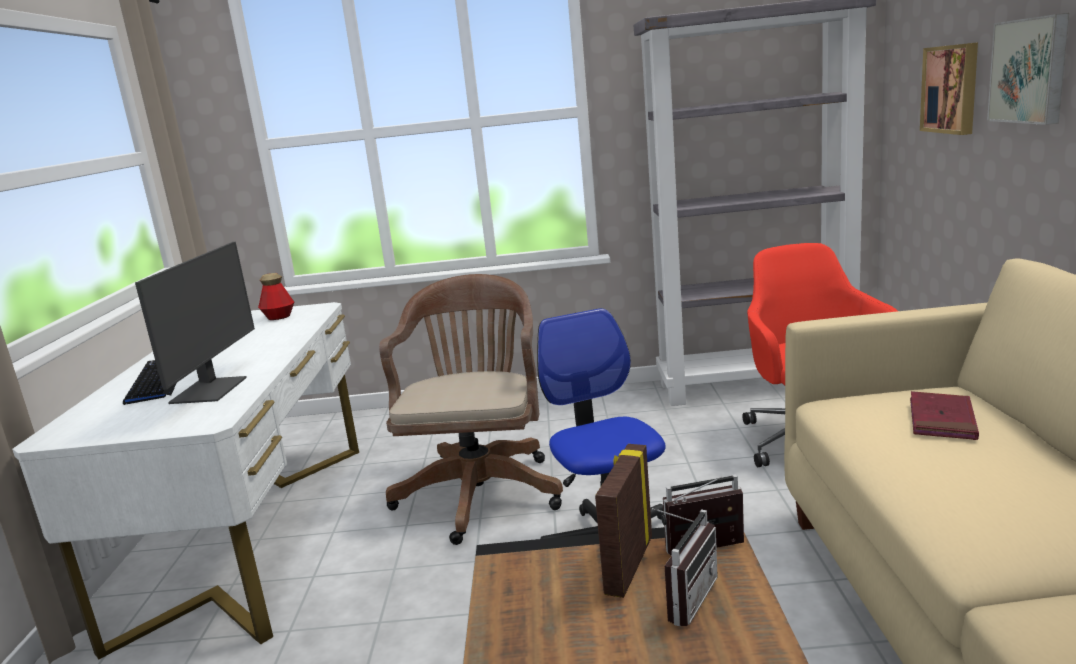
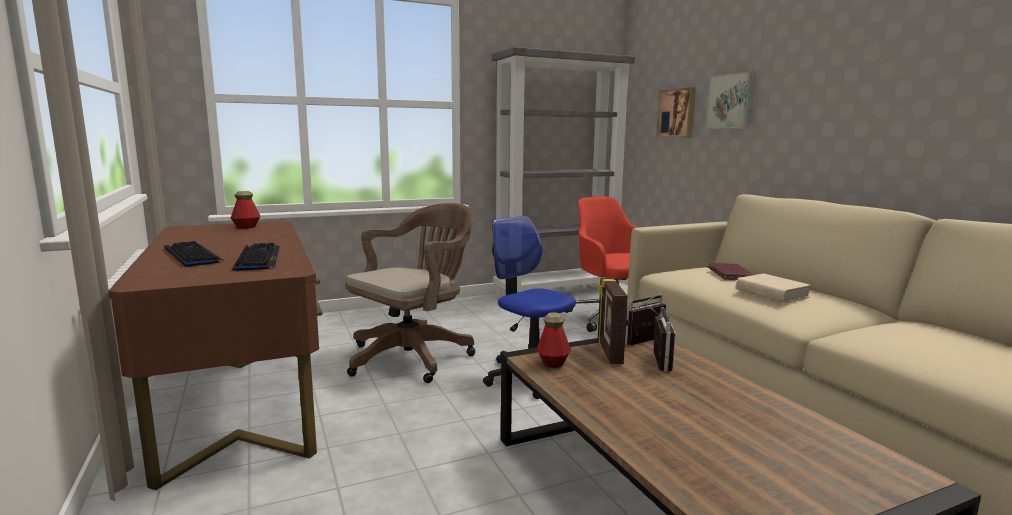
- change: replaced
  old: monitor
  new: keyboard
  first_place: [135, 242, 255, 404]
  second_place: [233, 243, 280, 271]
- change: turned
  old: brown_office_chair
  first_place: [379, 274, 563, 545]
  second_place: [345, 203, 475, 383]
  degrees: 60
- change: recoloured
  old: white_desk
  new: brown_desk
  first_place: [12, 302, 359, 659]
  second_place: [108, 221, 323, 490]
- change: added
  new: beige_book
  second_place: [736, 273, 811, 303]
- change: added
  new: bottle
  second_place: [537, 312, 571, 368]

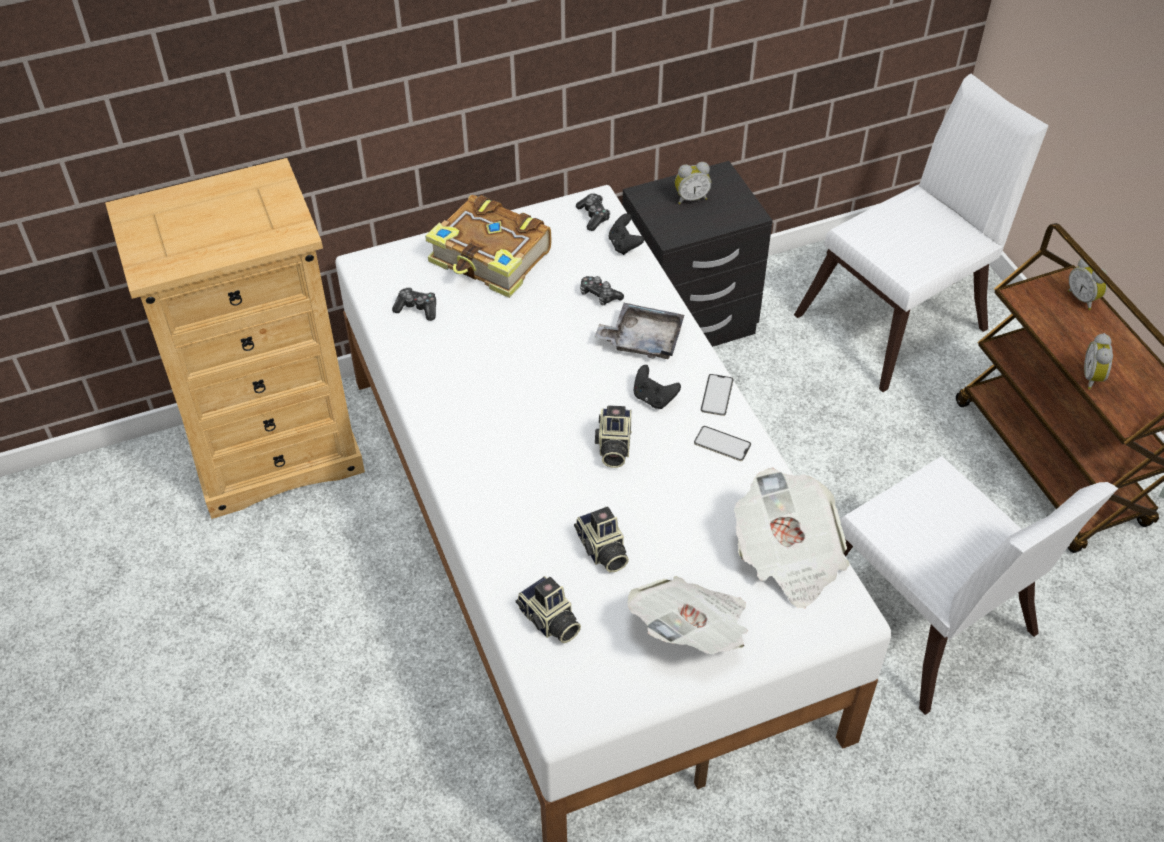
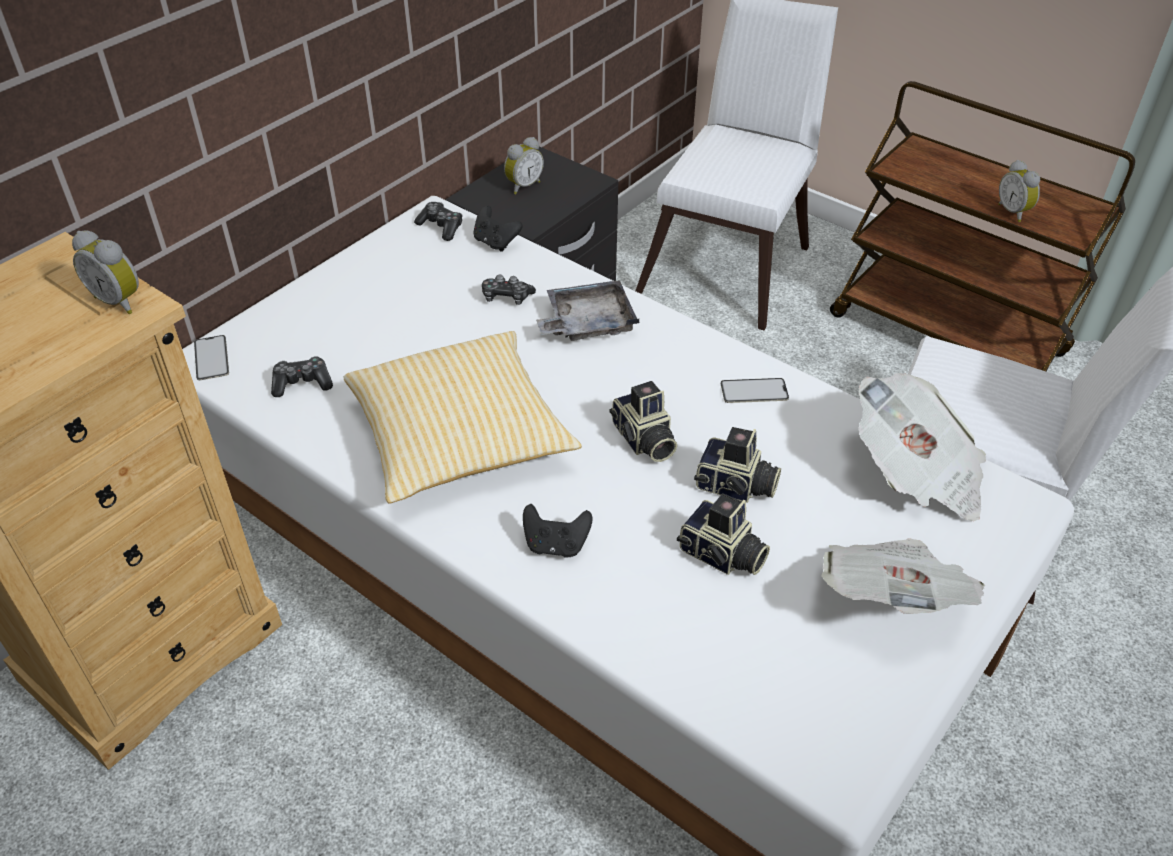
- change: removed
  old: book
  first_place: [425, 195, 551, 298]
- change: moved
  old: alarm_clock
  first_place: [1068, 258, 1108, 310]
  second_place: [72, 230, 139, 314]
- change: moved
  old: black_game_controller
  first_place: [633, 365, 681, 409]
  second_place: [523, 504, 592, 558]
- change: moved
  old: phone
  first_place: [701, 374, 734, 416]
  second_place: [194, 335, 229, 380]
- change: moved
  old: photo_camera
  first_place: [516, 576, 581, 643]
  second_place: [694, 427, 781, 503]
- change: added
  new: pillow
  second_place: [343, 331, 582, 504]

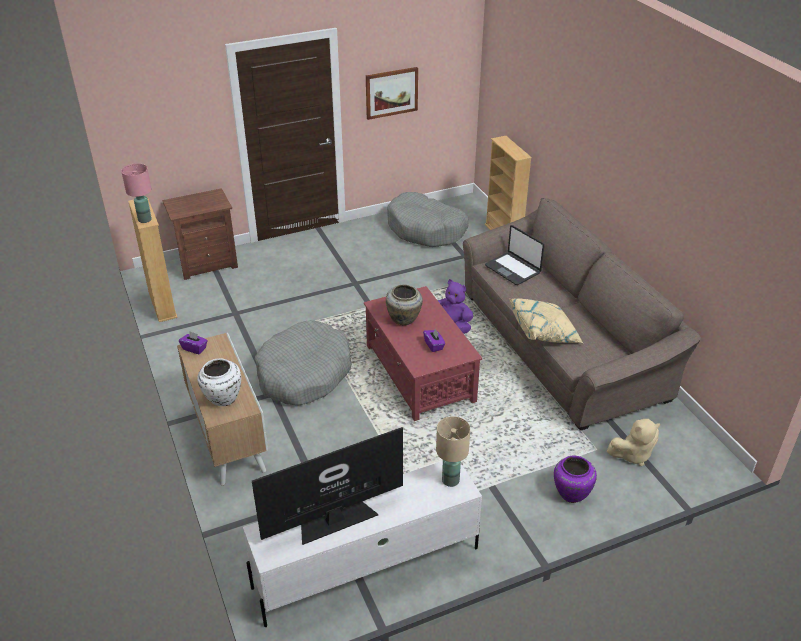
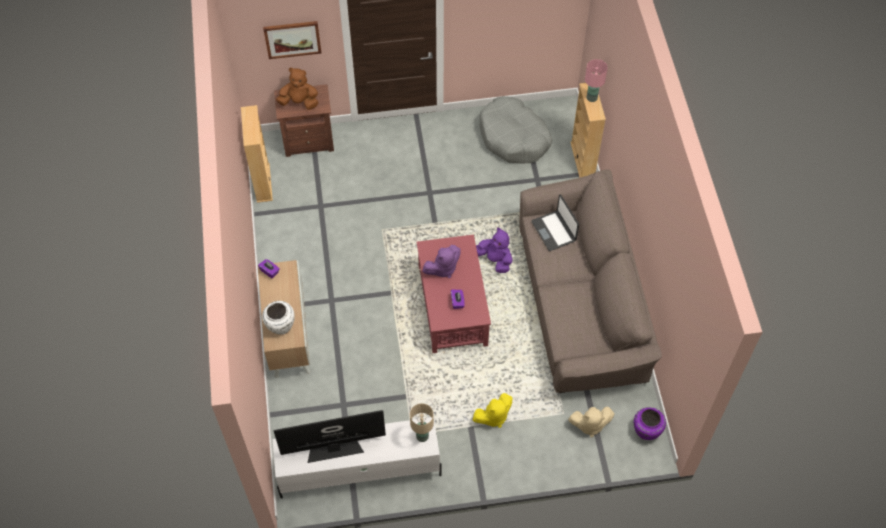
- change: moved
  old: picture
  first_place: [366, 67, 418, 120]
  second_place: [263, 21, 321, 59]
- change: moved
  old: pink_table_lamp
  first_place: [121, 163, 152, 223]
  second_place: [585, 59, 608, 102]
- change: replaced
  old: beige_vase
  new: purple_plush_toy
  first_place: [386, 285, 423, 325]
  second_place: [422, 245, 460, 278]
- change: removed
  old: beige_pillow
  first_place: [509, 298, 583, 343]
- change: removed
  old: grey_dog_bed
  first_place: [255, 320, 352, 405]
- change: moved
  old: purple_vase
  first_place: [554, 456, 597, 503]
  second_place: [634, 407, 666, 440]
- change: added
  new: brown_plush_toy
  second_place: [276, 68, 318, 110]
- change: added
  new: yellow_plush_toy
  second_place: [473, 393, 512, 428]

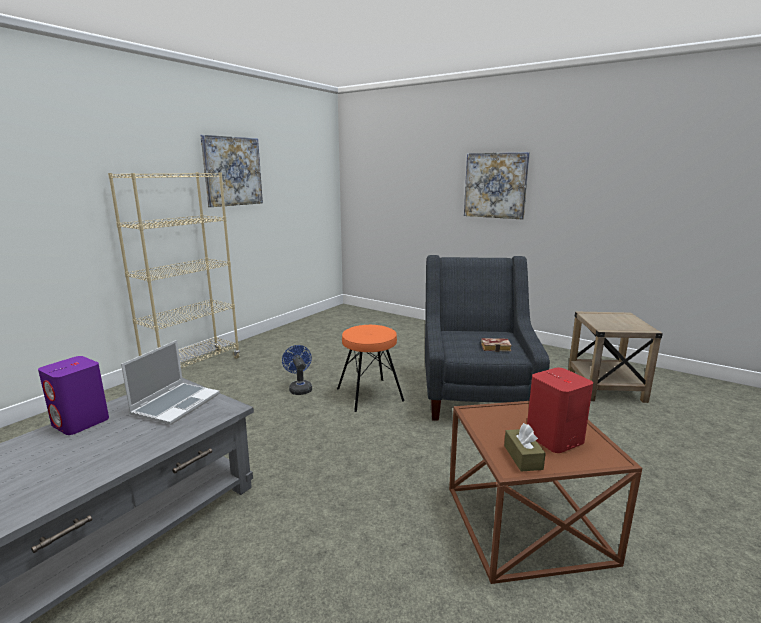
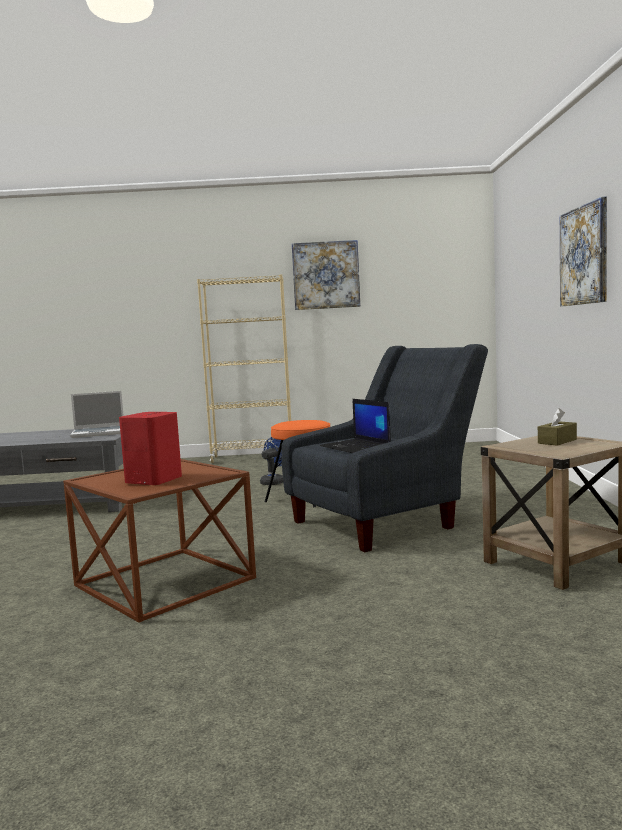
- change: replaced
  old: book
  new: laptop
  first_place: [481, 338, 512, 352]
  second_place: [320, 399, 391, 453]
- change: removed
  old: purple_speaker
  first_place: [38, 356, 109, 435]
- change: moved
  old: brown_tissue_box
  first_place: [504, 423, 546, 472]
  second_place: [538, 408, 577, 446]

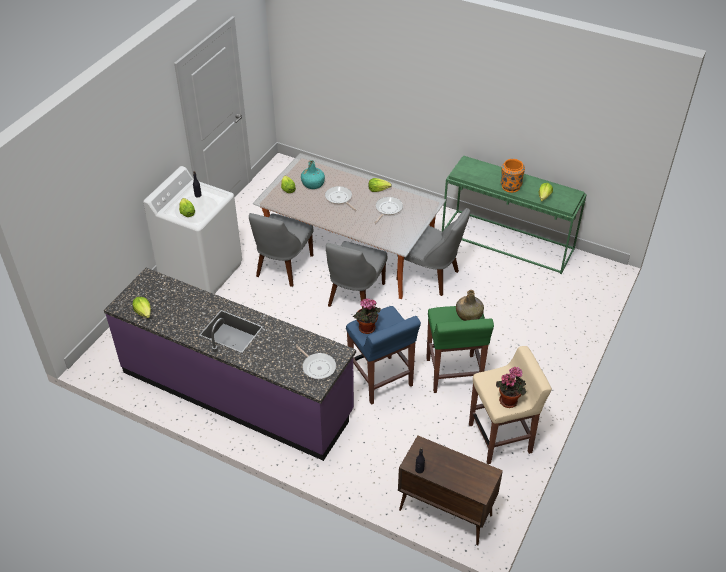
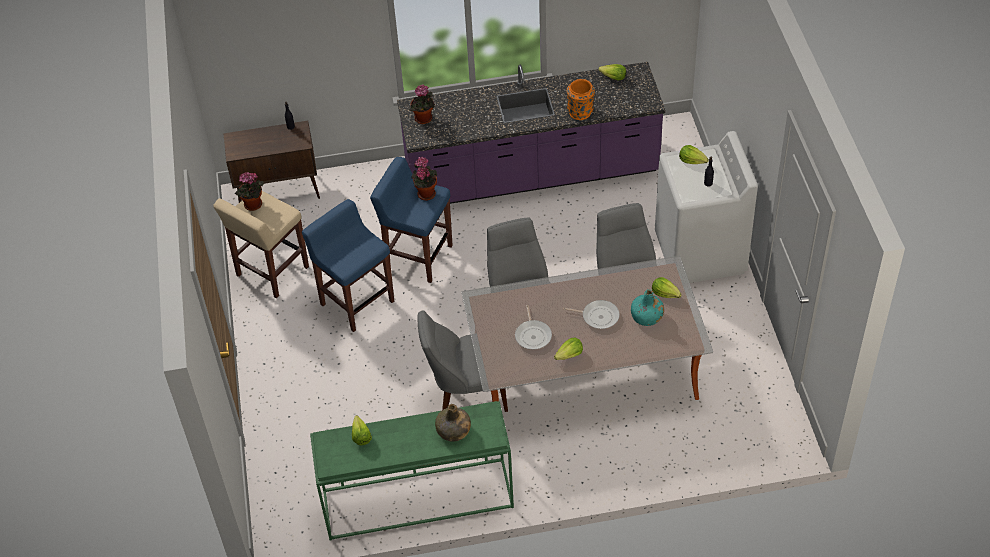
- change: moved
  old: orange_vase
  first_place: [501, 159, 525, 193]
  second_place: [567, 79, 595, 120]
- change: moved
  old: green_bottle
  first_place: [456, 290, 484, 321]
  second_place: [435, 404, 471, 442]
- change: recoloured
  old: green_stool
  new: blue_stool
  first_place: [426, 306, 494, 393]
  second_place: [302, 199, 394, 332]
- change: replaced
  old: frying_pan
  new: potted_plant
  first_place: [296, 346, 336, 379]
  second_place: [409, 85, 435, 124]

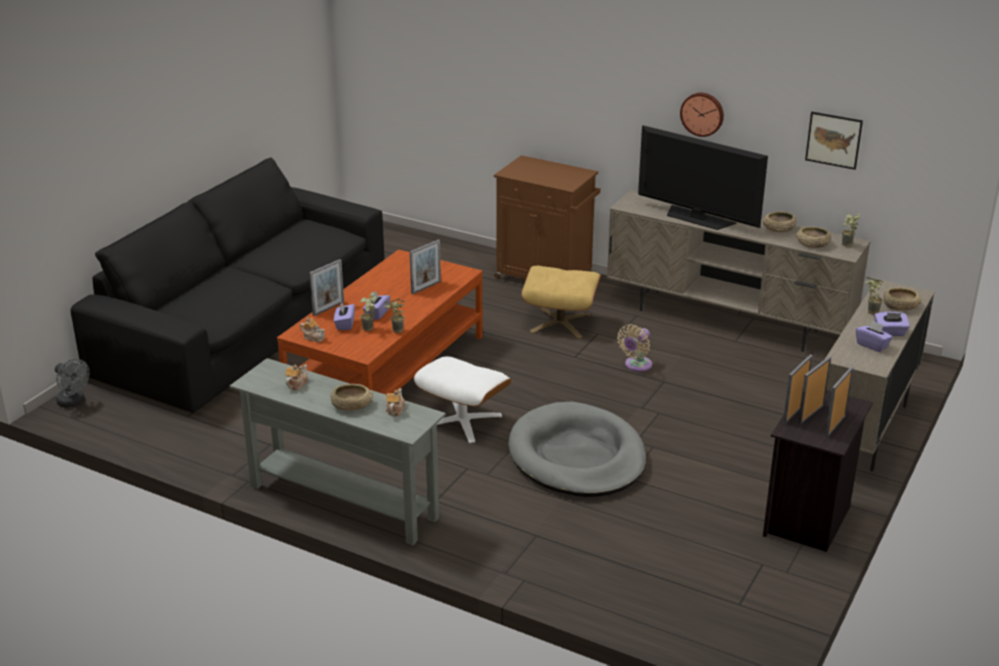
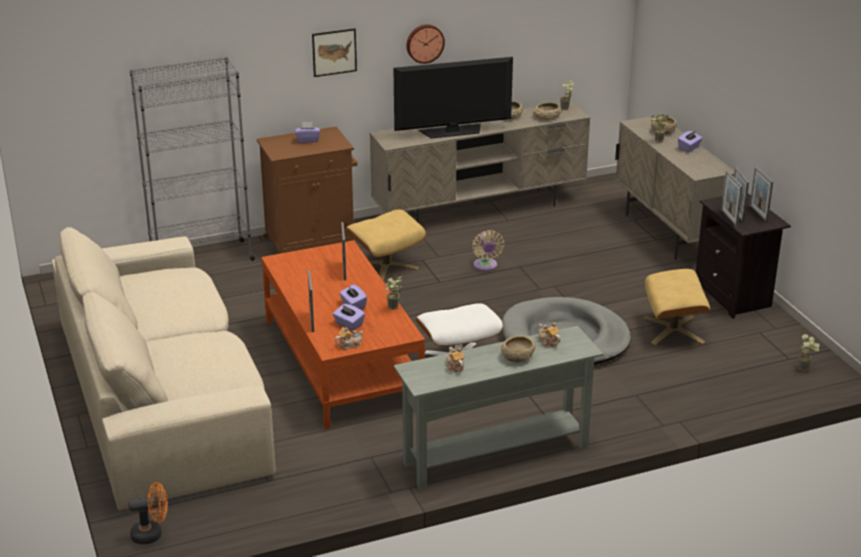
- change: moved
  old: picture
  first_place: [805, 112, 863, 170]
  second_place: [312, 28, 357, 77]
- change: recoloured
  old: black_sofa
  new: beige_sofa
  first_place: [70, 158, 385, 412]
  second_place: [52, 227, 276, 510]
- change: moved
  old: potted_plant
  first_place: [360, 292, 376, 331]
  second_place: [798, 334, 820, 371]
- change: moved
  old: purple_tissue_box
  first_place: [856, 320, 893, 352]
  second_place: [295, 122, 320, 143]
- change: recoloured
  old: grey_fan
  new: orange_fan
  first_place: [55, 359, 90, 408]
  second_place: [128, 482, 168, 544]
- change: added
  new: grey_bookcase
  second_place: [130, 56, 255, 261]
- change: added
  new: beige_ottoman
  second_place: [643, 269, 710, 346]

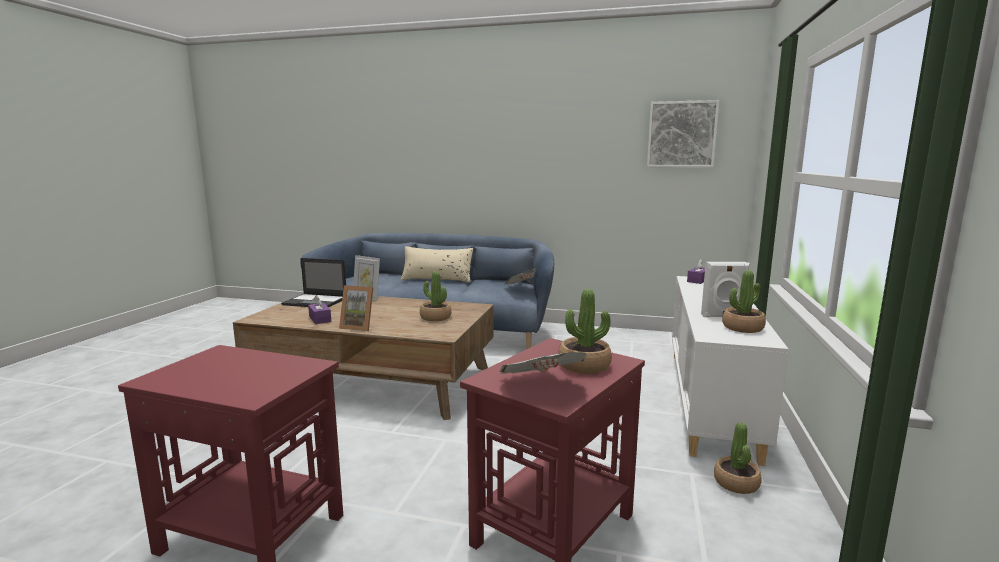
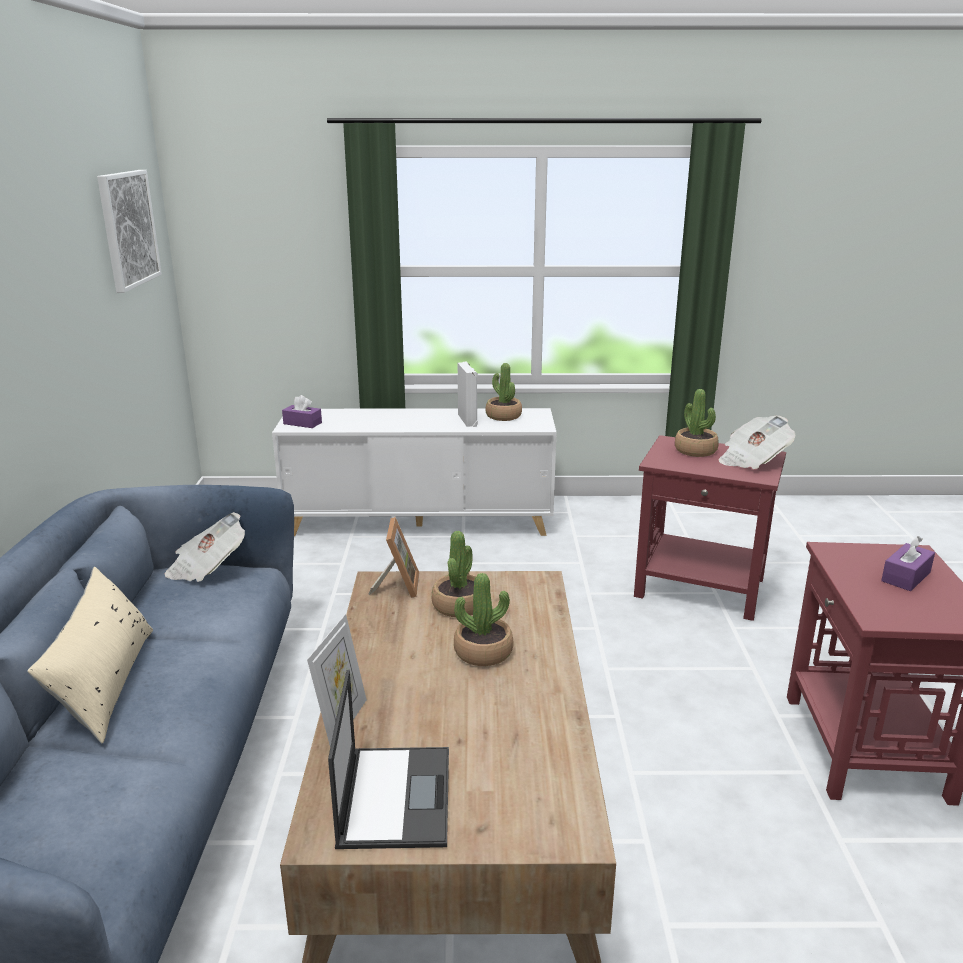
- change: moved
  old: picture_frame
  first_place: [339, 285, 373, 331]
  second_place: [368, 517, 419, 598]
- change: moved
  old: purple_tissue_box
  first_place: [308, 295, 331, 324]
  second_place: [881, 536, 935, 591]
- change: moved
  old: potted_plant
  first_place: [714, 422, 762, 494]
  second_place: [454, 573, 514, 666]

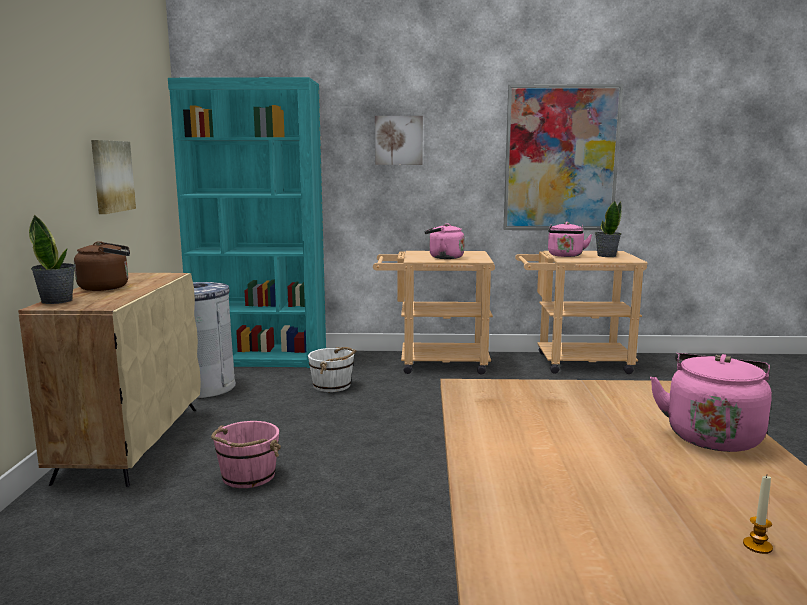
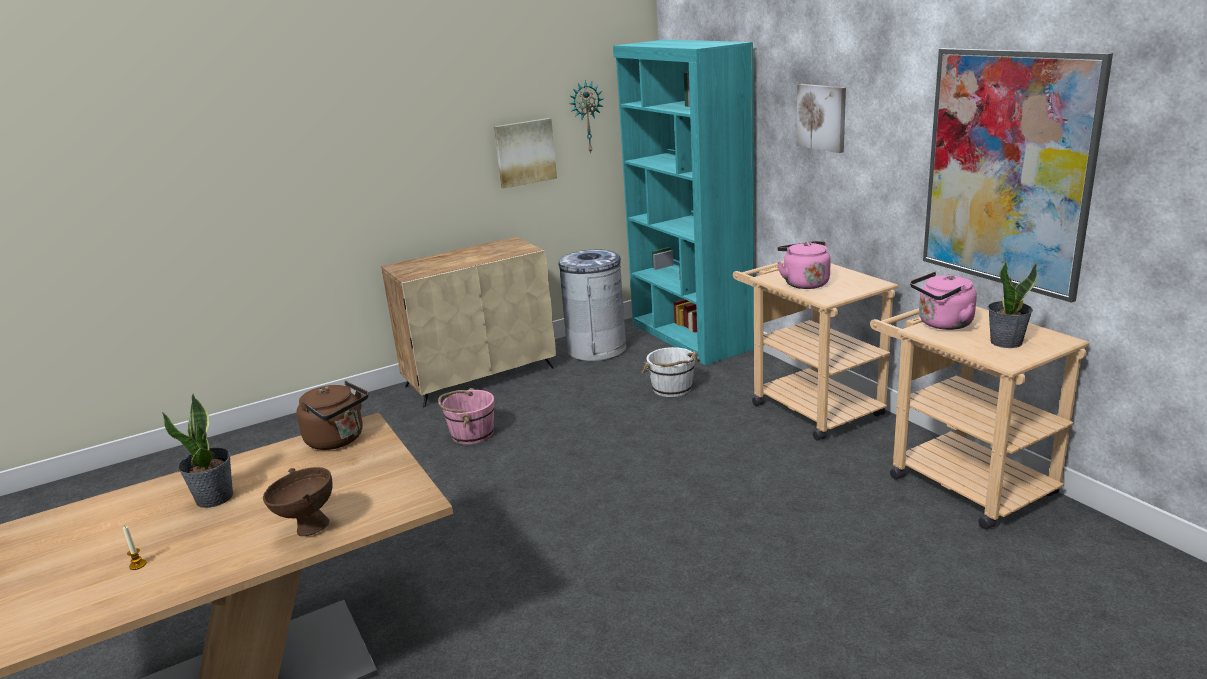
- change: moved
  old: potted_plant
  first_place: [29, 214, 76, 304]
  second_place: [162, 394, 233, 508]
- change: moved
  old: brown_kettle
  first_place: [74, 241, 130, 291]
  second_place: [296, 381, 368, 450]
- change: replaced
  old: pink_kettle
  new: brown_bowl
  first_place: [650, 353, 772, 452]
  second_place: [263, 467, 332, 536]
- change: added
  new: wall_clock
  second_place: [569, 80, 604, 153]

